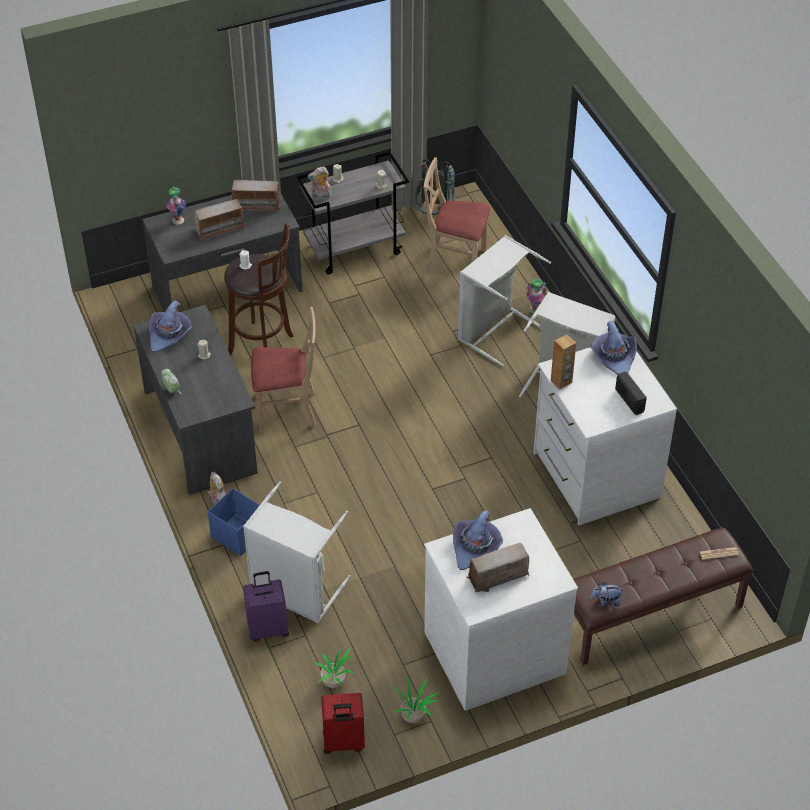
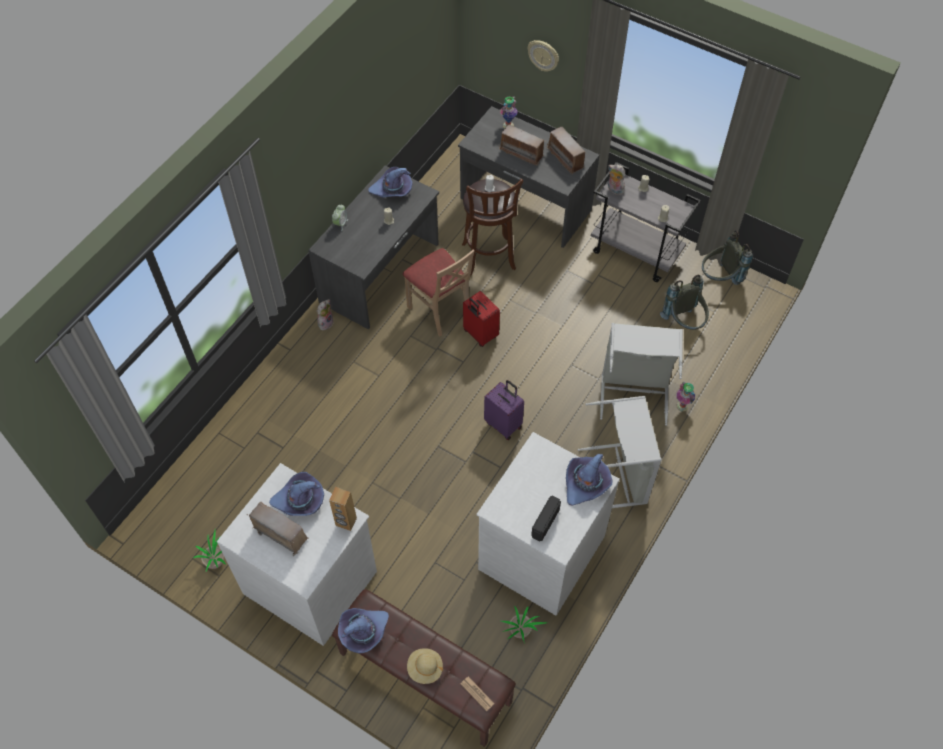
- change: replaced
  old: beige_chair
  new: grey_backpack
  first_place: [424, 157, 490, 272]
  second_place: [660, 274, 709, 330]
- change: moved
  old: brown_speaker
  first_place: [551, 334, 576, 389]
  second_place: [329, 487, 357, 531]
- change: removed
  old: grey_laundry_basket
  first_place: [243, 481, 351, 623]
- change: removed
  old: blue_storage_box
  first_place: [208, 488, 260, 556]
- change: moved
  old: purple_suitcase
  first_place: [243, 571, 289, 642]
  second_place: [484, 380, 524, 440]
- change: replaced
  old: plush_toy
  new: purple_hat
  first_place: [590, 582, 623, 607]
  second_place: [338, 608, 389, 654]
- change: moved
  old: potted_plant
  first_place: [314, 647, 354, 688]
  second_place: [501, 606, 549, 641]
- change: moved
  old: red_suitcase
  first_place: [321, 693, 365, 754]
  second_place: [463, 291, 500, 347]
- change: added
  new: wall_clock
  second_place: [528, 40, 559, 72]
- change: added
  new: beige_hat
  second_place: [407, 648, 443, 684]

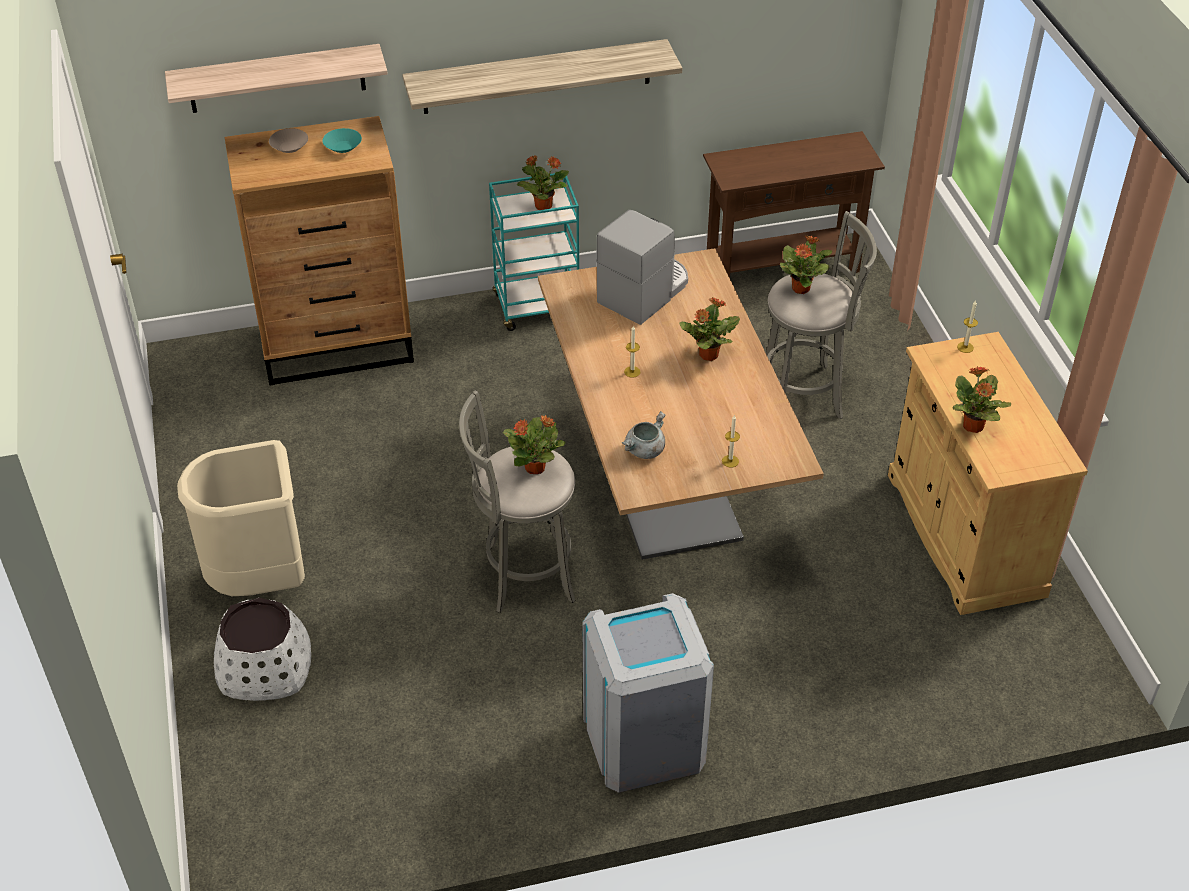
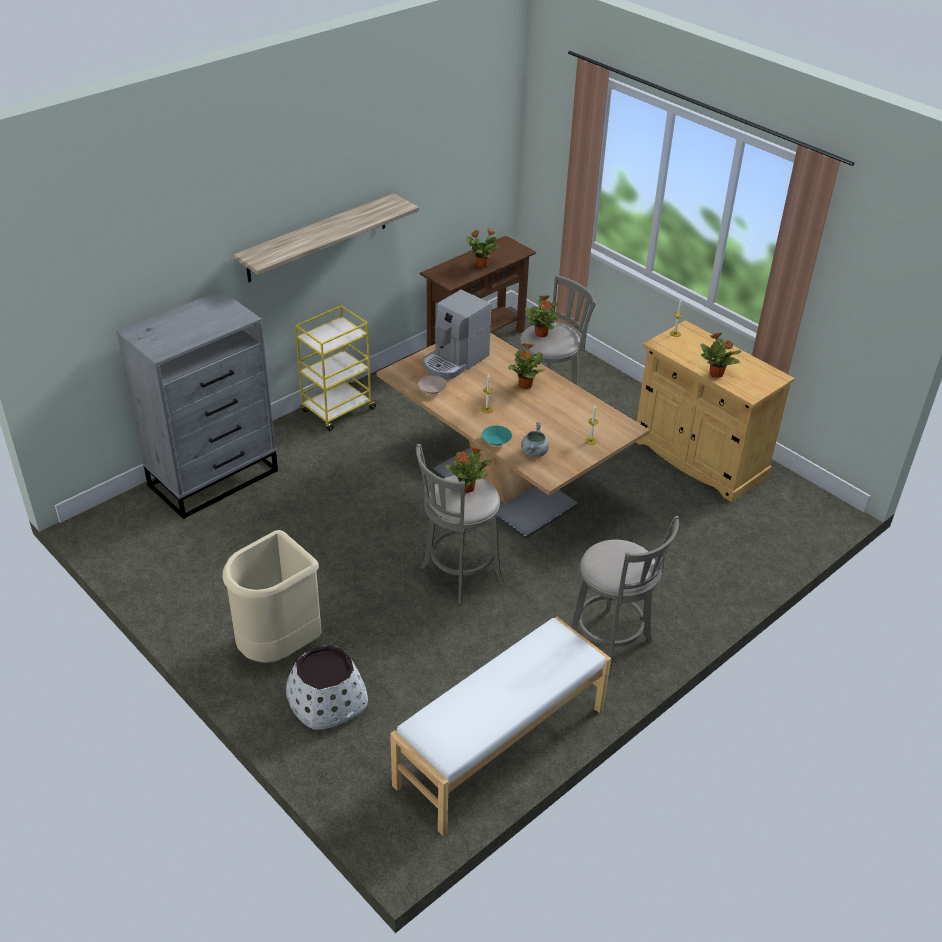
- change: removed
  old: shelf
  first_place: [165, 44, 388, 113]
- change: recoloured
  old: brown_dresser
  new: grey_dresser
  first_place: [225, 116, 414, 386]
  second_place: [117, 290, 278, 519]
- change: moved
  old: beige_bowl
  first_place: [269, 128, 308, 153]
  second_place: [418, 376, 447, 394]
- change: moved
  old: turquoise_bowl
  first_place: [322, 128, 362, 153]
  second_place: [482, 426, 512, 445]
- change: moved
  old: potted_plant
  first_place: [517, 155, 569, 210]
  second_place: [466, 228, 500, 268]
- change: recoloured
  old: turquoise_cart
  new: yellow_cart
  first_place: [489, 173, 579, 331]
  second_place: [295, 305, 378, 431]
- change: turned
  old: coffee_machine
  first_place: [596, 210, 688, 325]
  second_place: [424, 290, 492, 379]
  degrees: -150
- change: replaced
  old: grey_trash_can
  new: grey_stool
  first_place: [582, 593, 714, 793]
  second_place: [570, 516, 679, 677]
- change: added
  new: white_bench
  second_place: [390, 617, 611, 836]

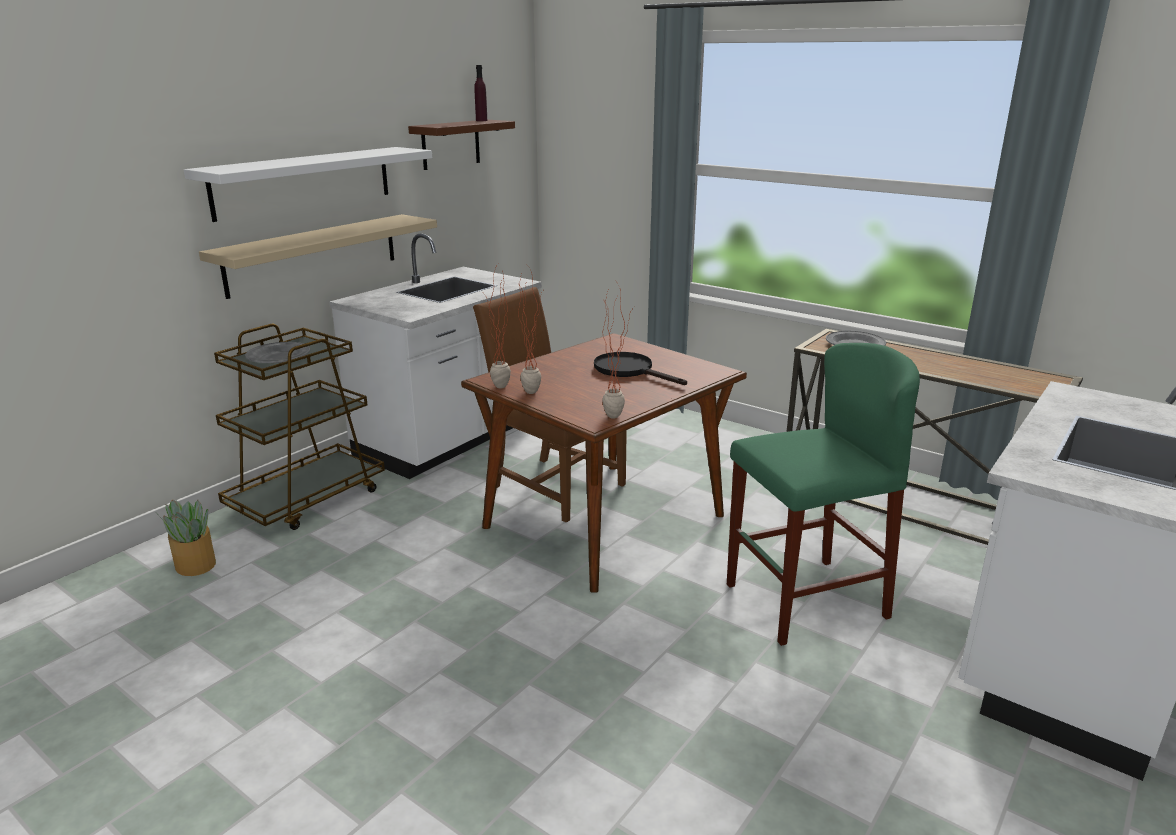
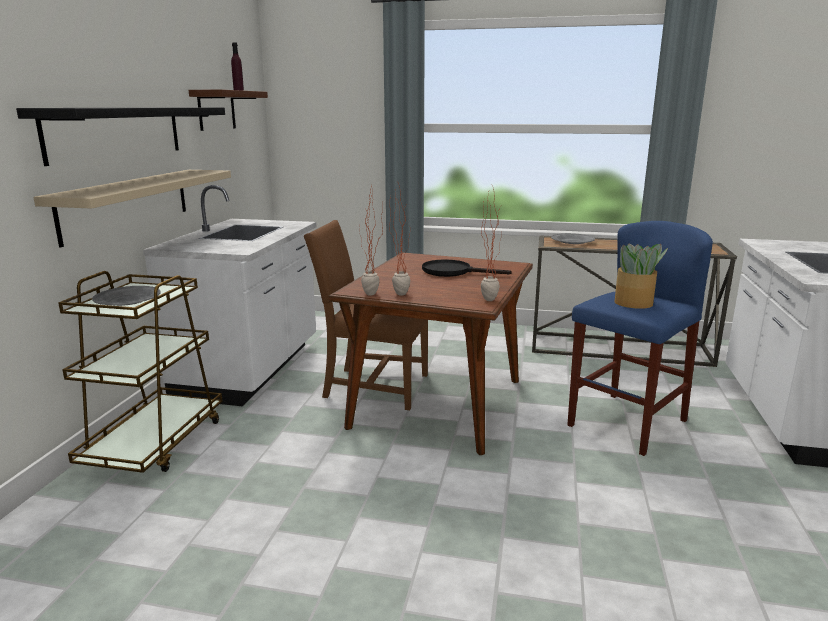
- change: recoloured
  old: white_shelf
  new: black_shelf
  first_place: [184, 147, 432, 222]
  second_place: [16, 107, 225, 166]
- change: recoloured
  old: green_stool
  new: blue_stool
  first_place: [727, 343, 920, 646]
  second_place: [567, 221, 713, 456]
- change: moved
  old: potted_plant
  first_place: [158, 500, 216, 576]
  second_place: [614, 244, 668, 309]

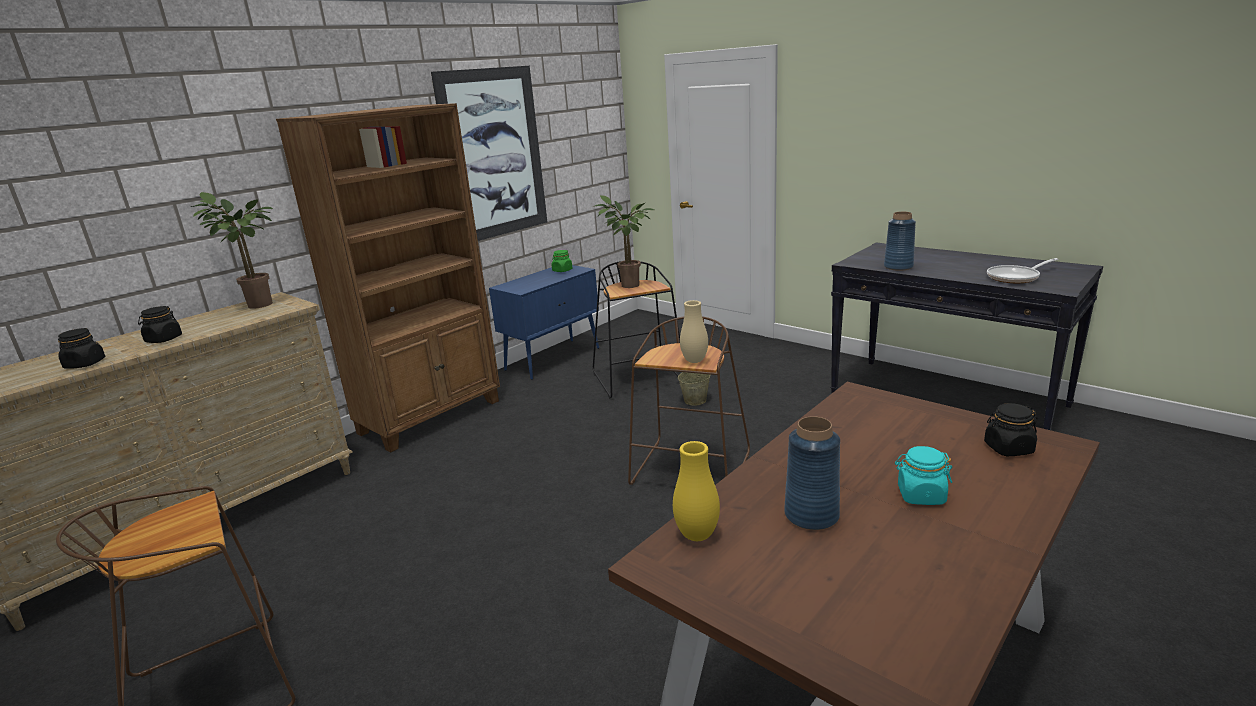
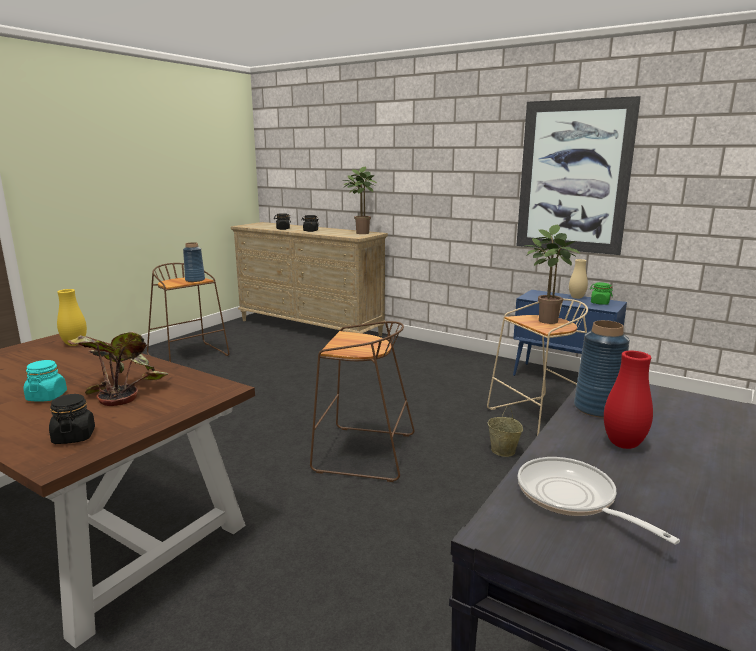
- change: removed
  old: brown_bookcase
  first_place: [276, 103, 500, 452]
- change: recoloured
  old: black_stool
  new: beige_stool
  first_place: [593, 261, 680, 399]
  second_place: [487, 299, 588, 435]
- change: moved
  old: beige_vase
  first_place: [680, 300, 708, 363]
  second_place: [569, 259, 588, 299]
- change: moved
  old: blue_vase
  first_place: [784, 416, 840, 530]
  second_place: [183, 242, 205, 282]
- change: added
  new: potted_plant
  second_place: [68, 332, 168, 406]
- change: added
  new: red_vase
  second_place: [604, 351, 653, 449]

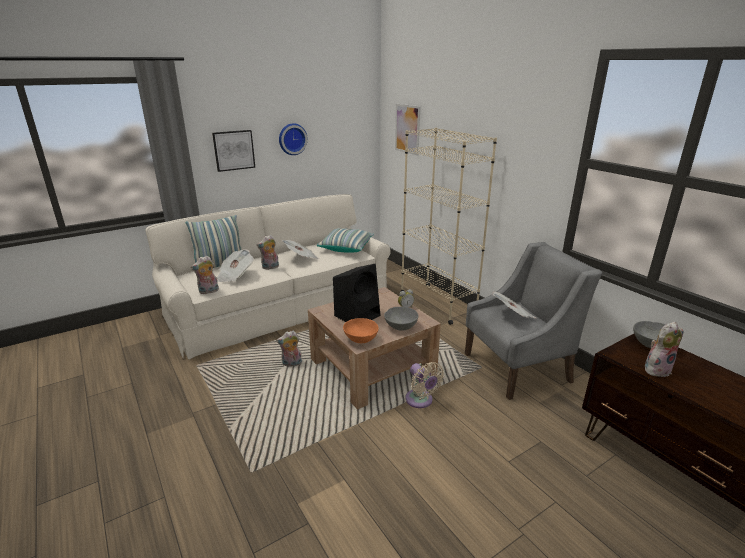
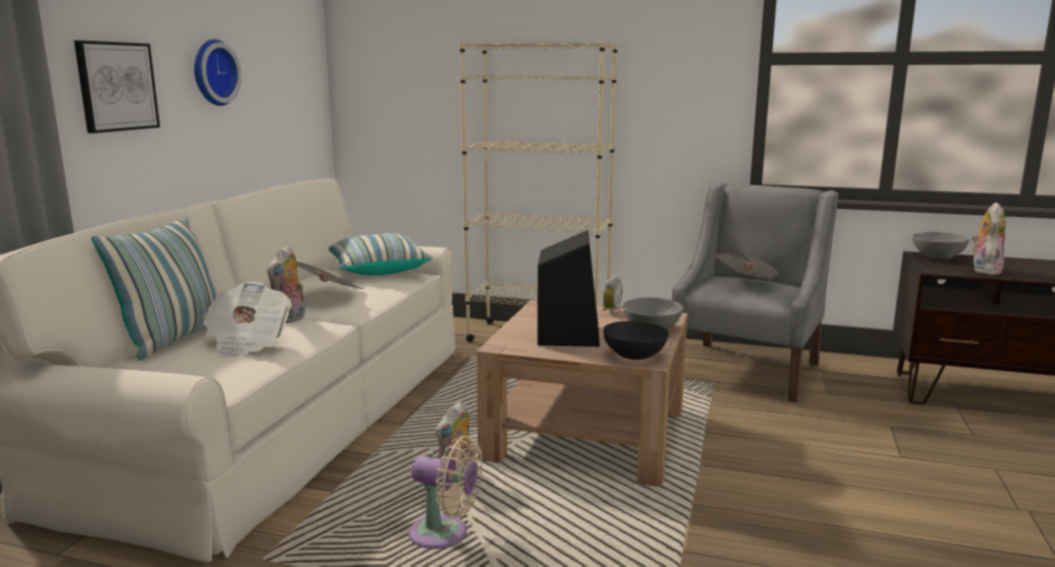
- change: removed
  old: picture
  first_place: [395, 104, 420, 156]
- change: removed
  old: plush_toy
  first_place: [191, 256, 219, 294]
- change: recoloured
  old: orange_bowl
  new: black_bowl
  first_place: [343, 318, 379, 343]
  second_place: [603, 321, 669, 360]
- change: moved
  old: beige_fan
  first_place: [405, 362, 444, 408]
  second_place: [409, 435, 483, 549]

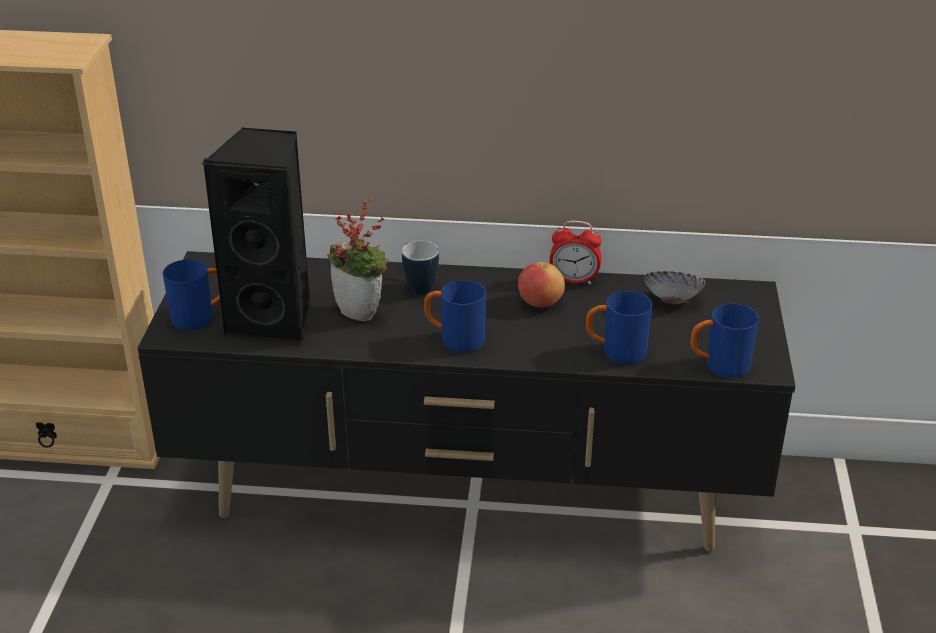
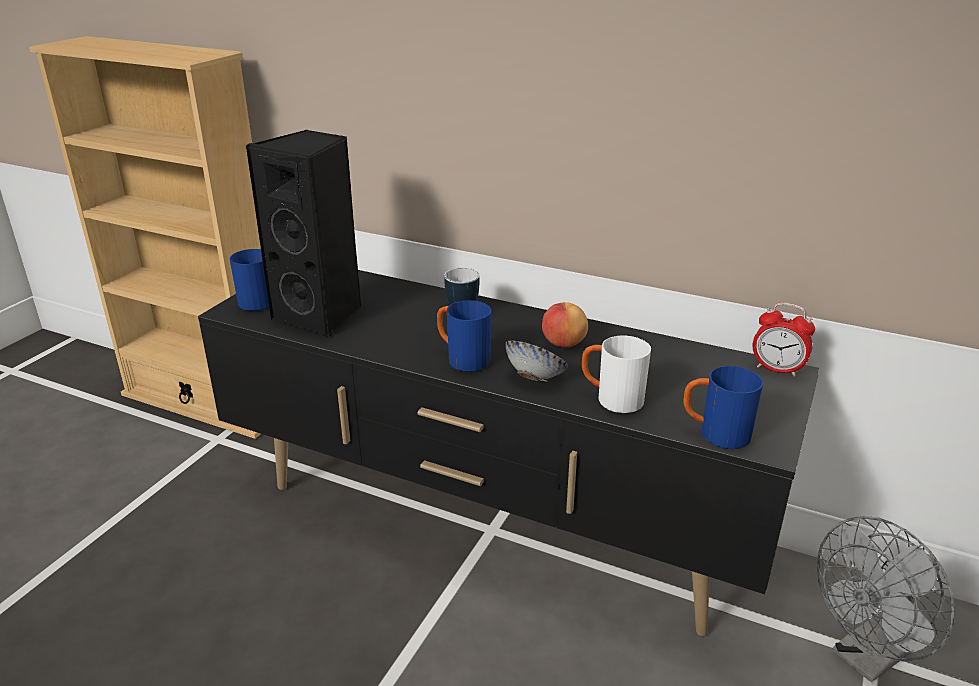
- change: removed
  old: potted_plant
  first_place: [327, 197, 389, 321]
- change: moved
  old: alarm_clock
  first_place: [549, 220, 602, 285]
  second_place: [753, 302, 815, 377]
- change: moved
  old: bowl
  first_place: [643, 271, 706, 304]
  second_place: [505, 341, 568, 382]
- change: recoloured
  old: blue_mug
  new: white_mug
  first_place: [586, 291, 652, 364]
  second_place: [582, 335, 651, 413]
- change: added
  new: grey_fan
  second_place: [817, 516, 955, 683]

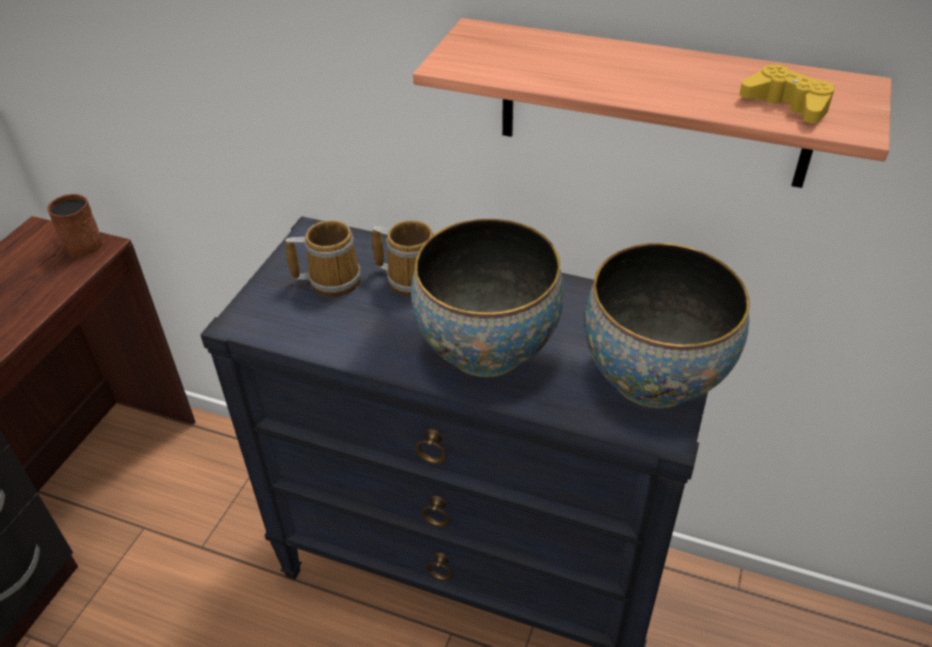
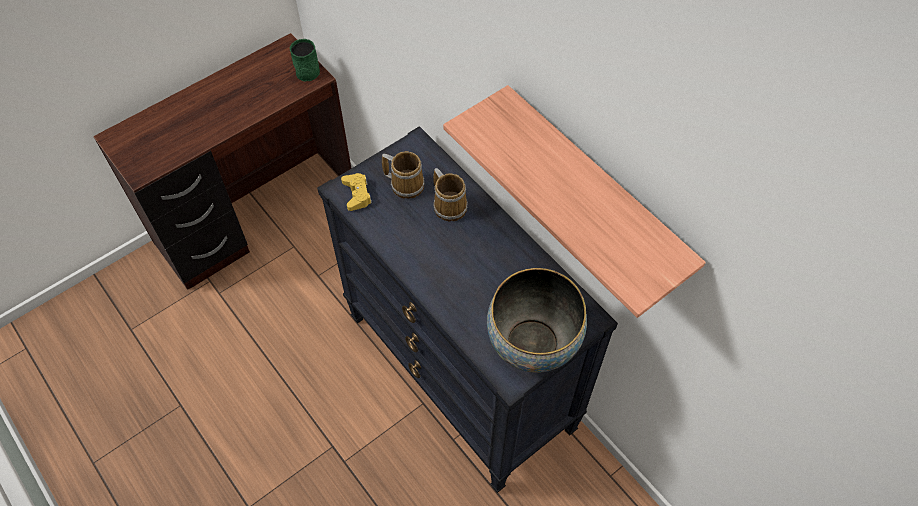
- change: moved
  old: yellow_game_controller
  first_place: [740, 65, 835, 123]
  second_place: [341, 173, 372, 211]
- change: recoloured
  old: brown_mug
  new: green_mug
  first_place: [47, 194, 104, 258]
  second_place: [290, 39, 320, 81]
- change: removed
  old: bowl
  first_place: [411, 219, 564, 377]

